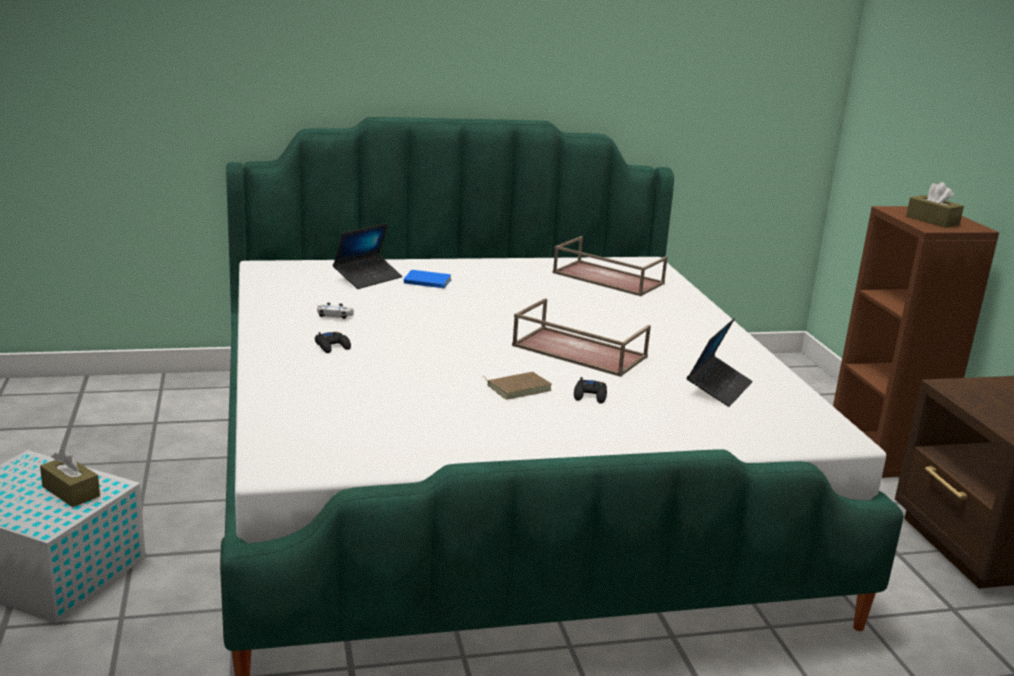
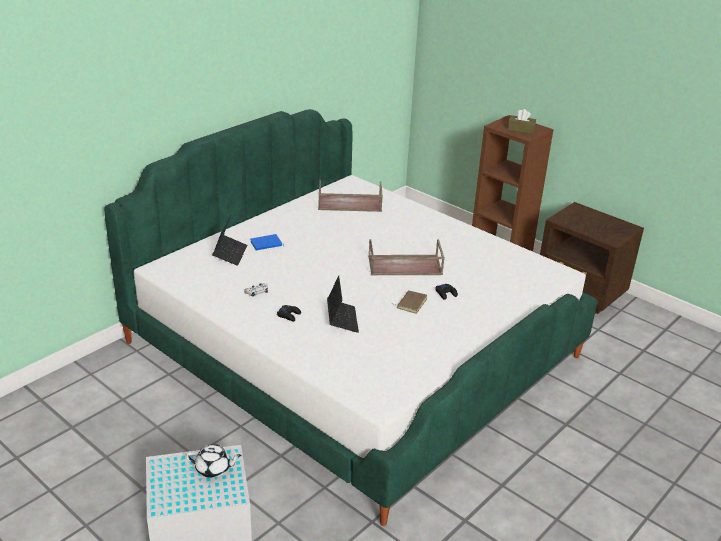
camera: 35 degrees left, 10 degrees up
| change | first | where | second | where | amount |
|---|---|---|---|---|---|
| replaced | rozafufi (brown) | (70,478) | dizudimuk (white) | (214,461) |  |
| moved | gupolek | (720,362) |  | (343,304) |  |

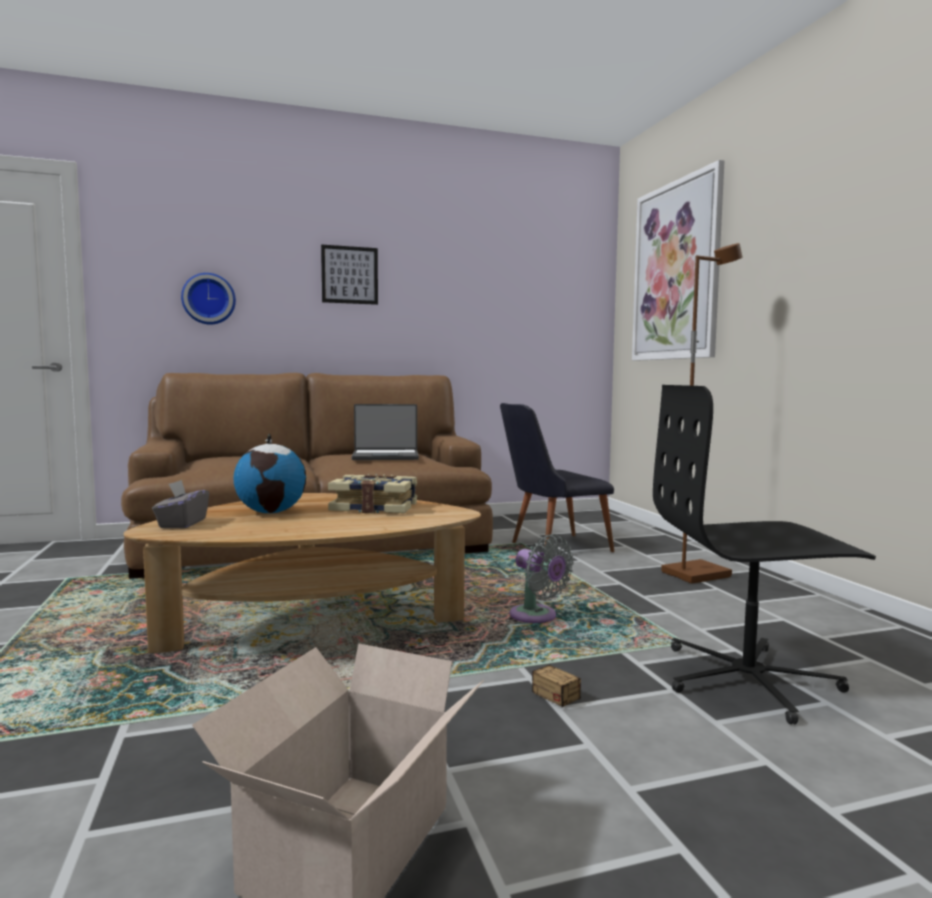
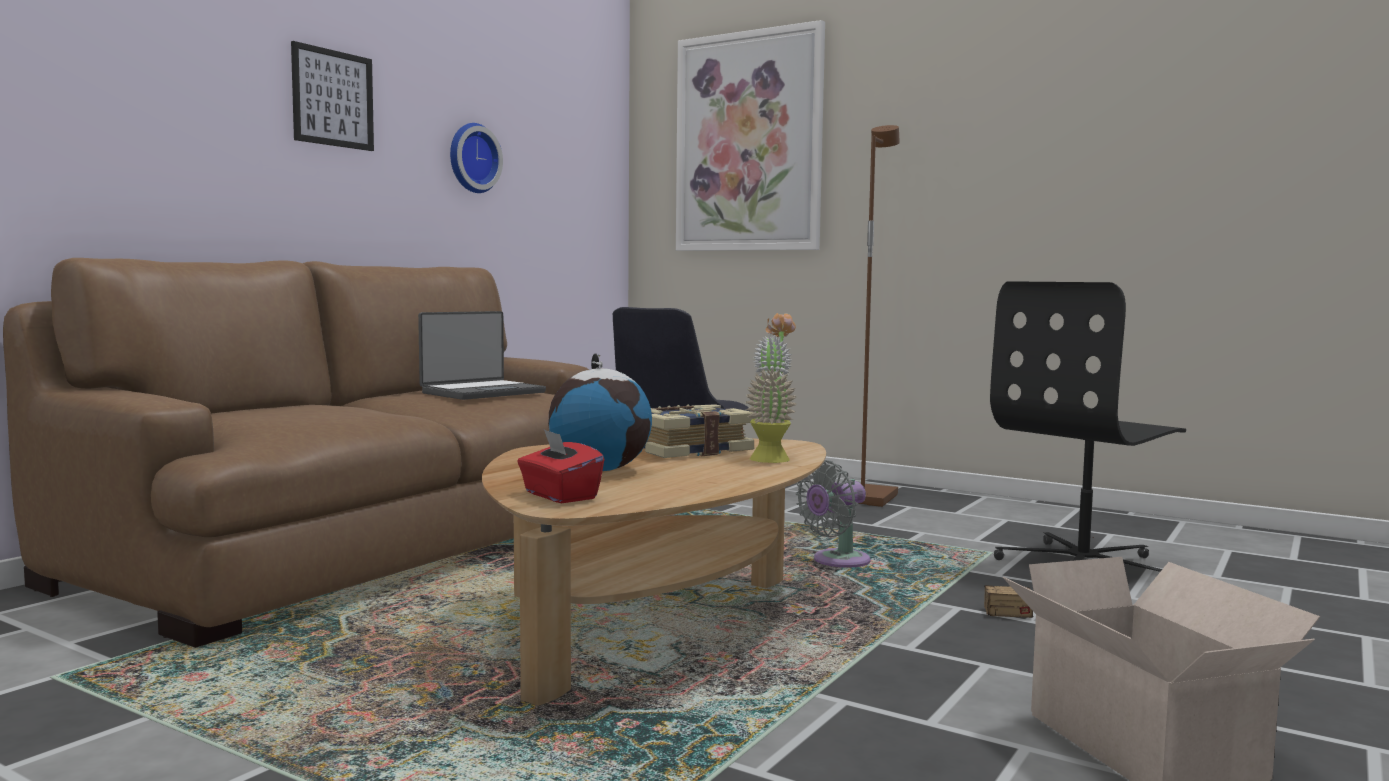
camera: 40 degrees left, 0 degrees up
| change | first | where | second | where | amount |
|---|---|---|---|---|---|
| moved | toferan | (208,299) |  | (476,158) |  |
| recoloured | rozafufi (grey) | (180,504) | rozafufi (red) | (560,466) |  |
| added |  |  | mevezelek | (771,388) |  |
| turned | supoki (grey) | (542,578) |  | (833,513) | 135 degrees clockwise |

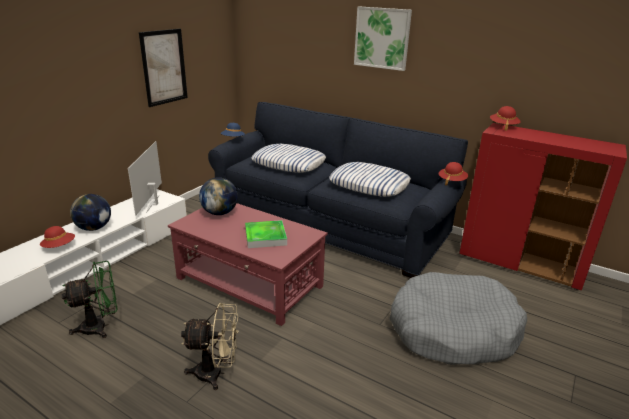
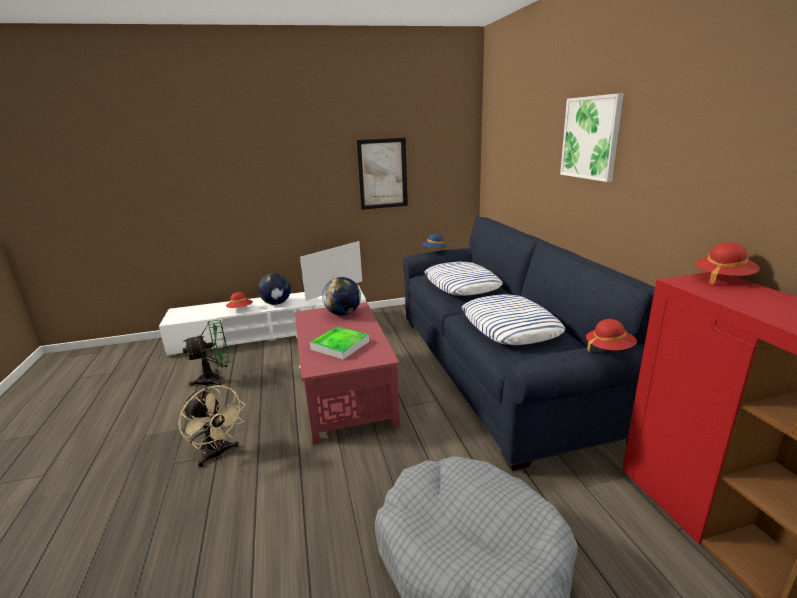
camera: 45 degrees right, 5 degrees down
| change | first | where | second | where | amount |
|---|---|---|---|---|---|
| turned | supoki (green) | (89,299) |  | (206,353) | 45 degrees counterclockwise |

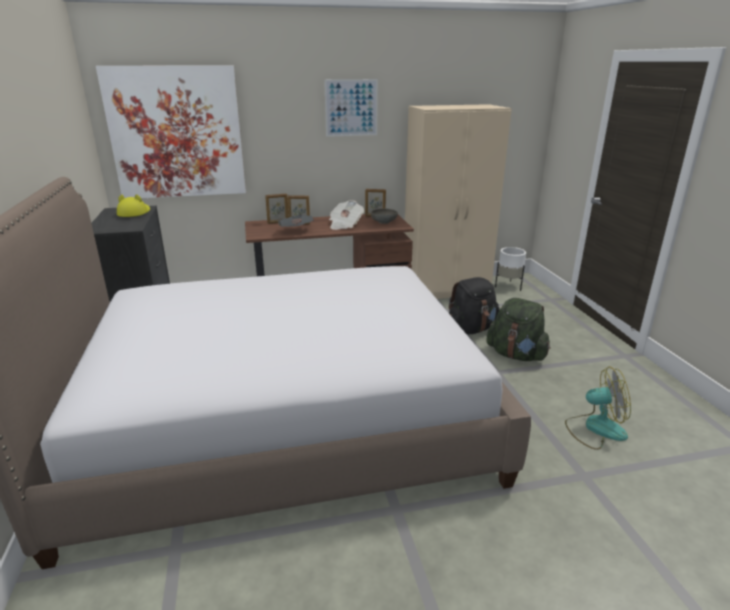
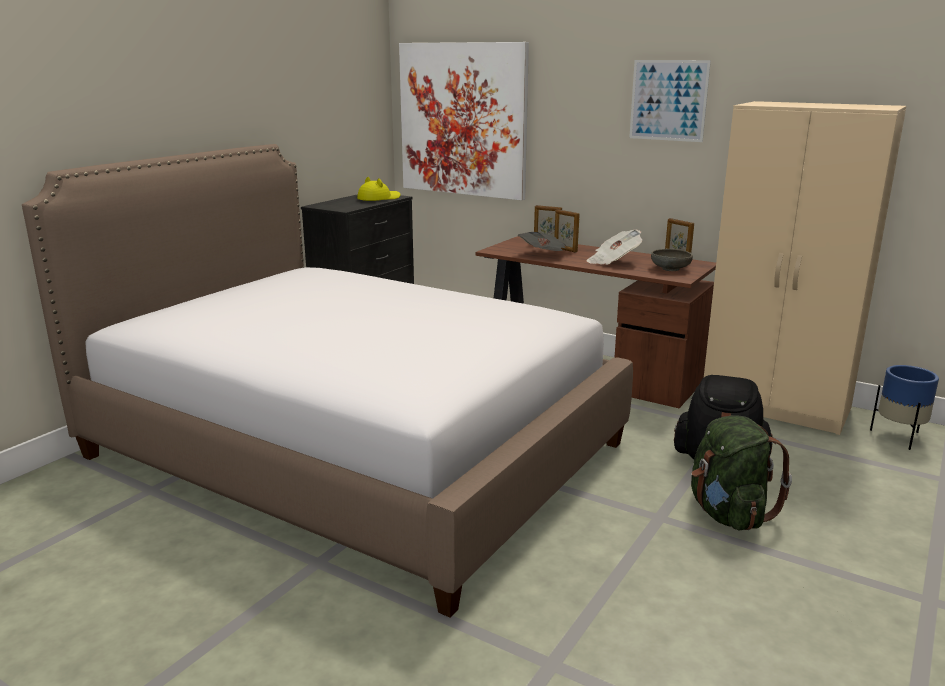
camera: 45 degrees right, 5 degrees down
| change | first | where | second | where | amount |
|---|---|---|---|---|---|
| recoloured | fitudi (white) | (510,269) | fitudi (blue) | (904,407) |  |
| removed | supoki | (598,408) |  |  |  |

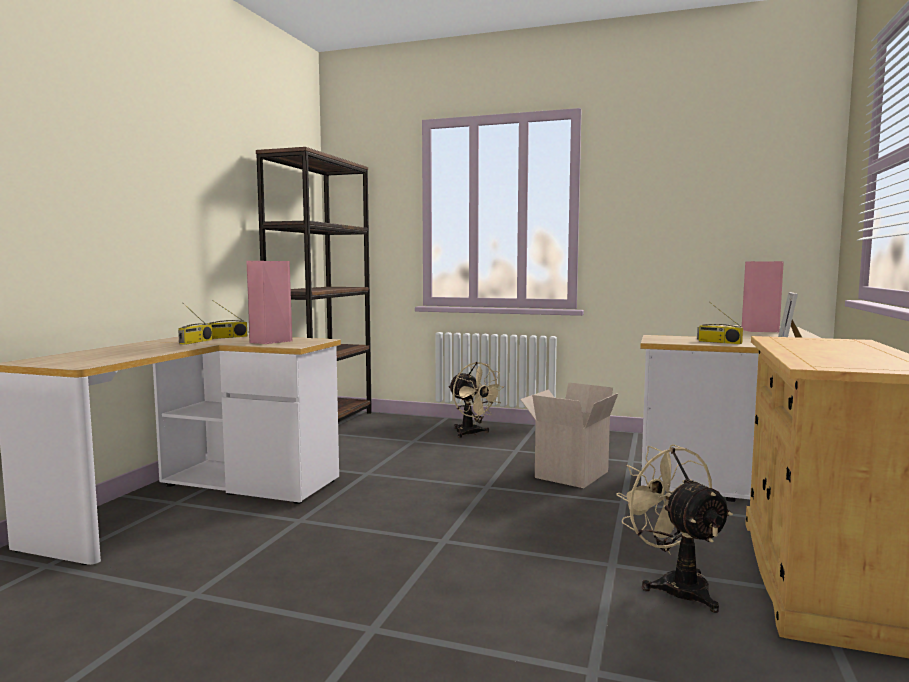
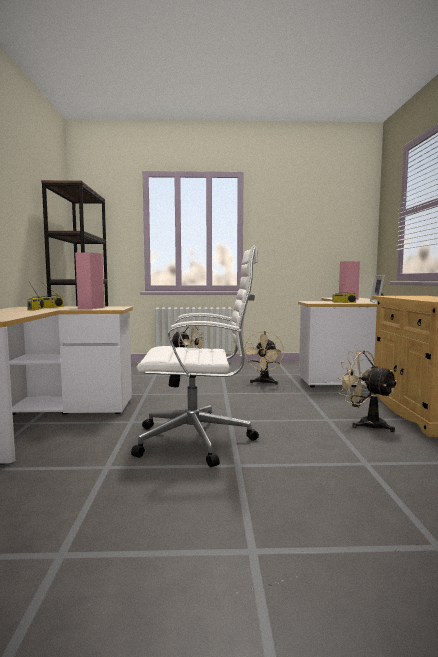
camera: 20 degrees left, 0 degrees up
| change | first | where | second | where | amount |
|---|---|---|---|---|---|
| added |  |  | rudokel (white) | (195,356) |  |
| replaced | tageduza | (569,435) | supoki (beige) | (264,358) |  |

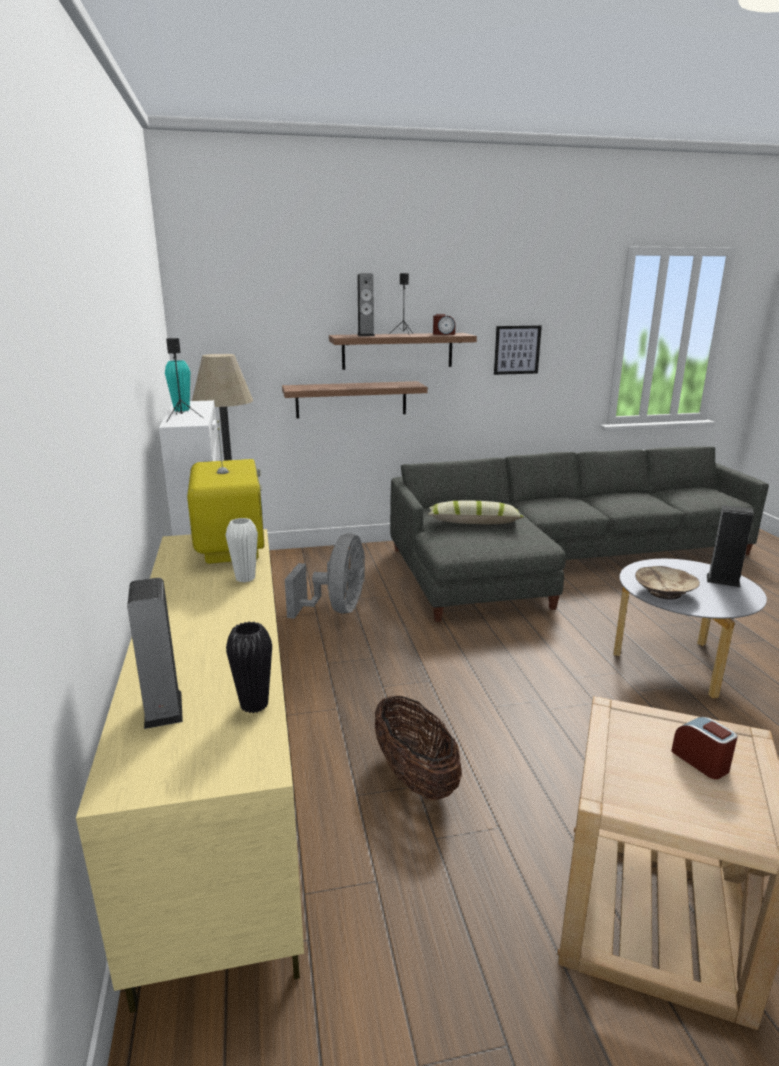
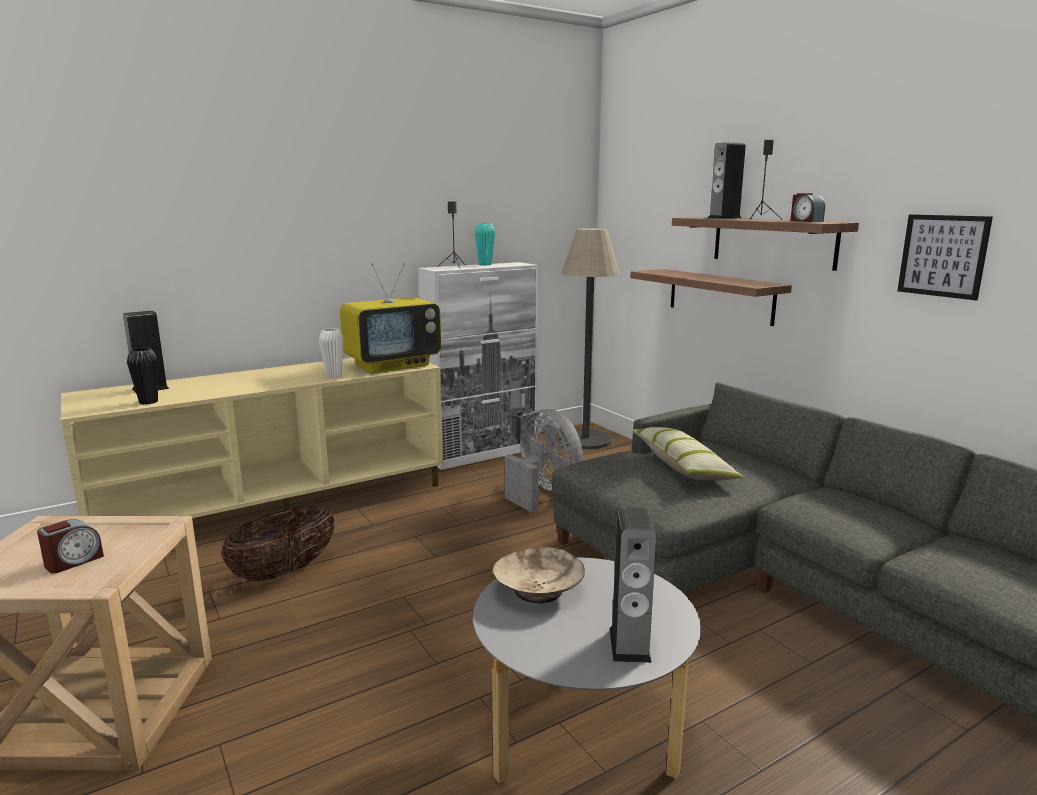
camera: 70 degrees right, 5 degrees down
| change | first | where | second | where | amount |
|---|---|---|---|---|---|
| turned | supoki (grey) | (325,576) |  | (544,461) | 120 degrees counterclockwise |

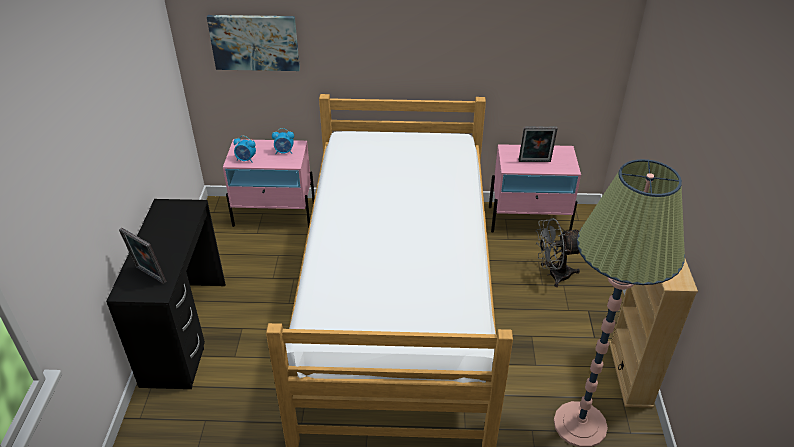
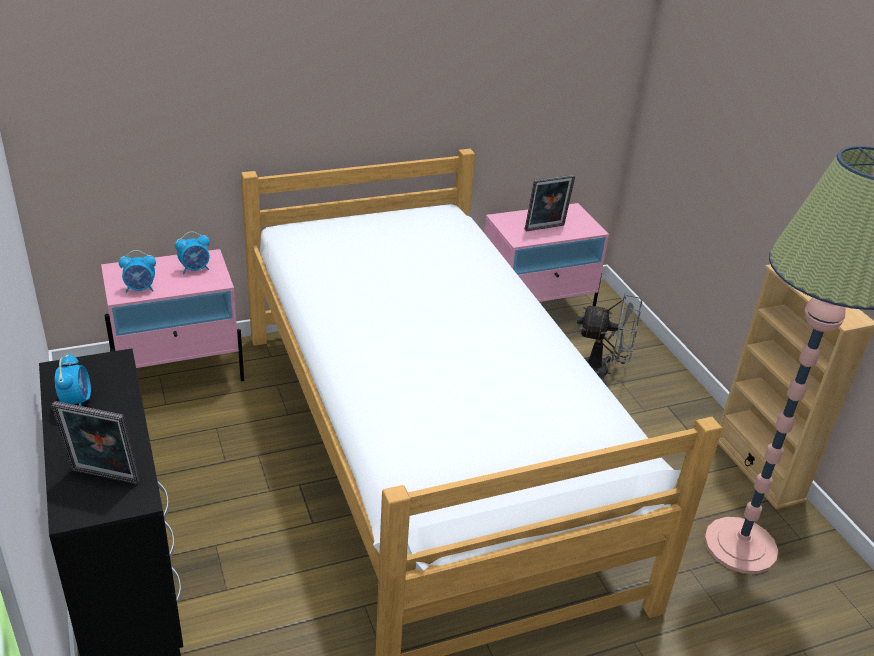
camera: 25 degrees left, 5 degrees down
| change | first | where | second | where | amount |
|---|---|---|---|---|---|
| added |  |  | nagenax | (73,379) |  |
| turned | supoki (grey) | (558,252) |  | (609,339) | 135 degrees counterclockwise |
| removed | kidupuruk | (253,43) |  |  |  |

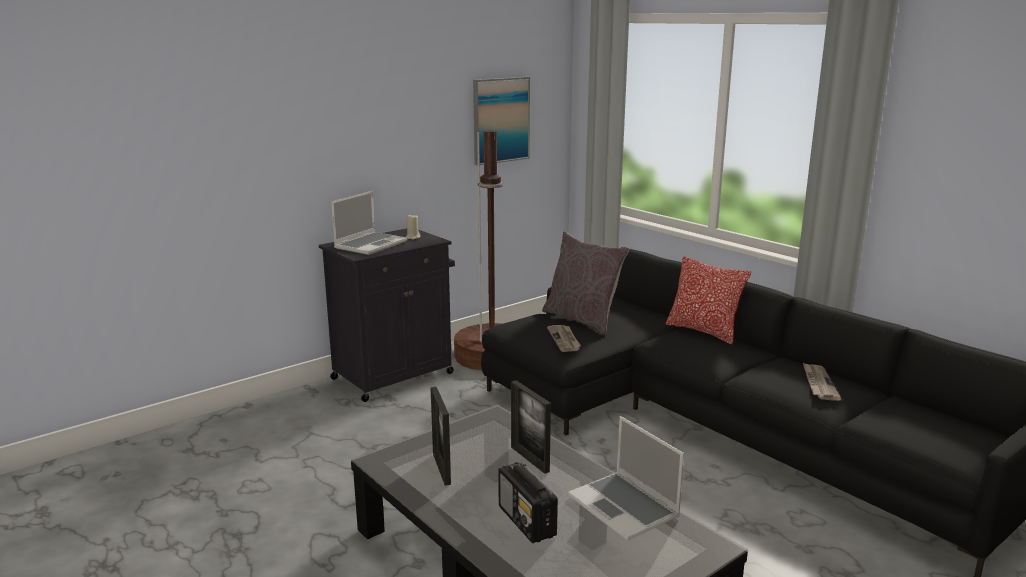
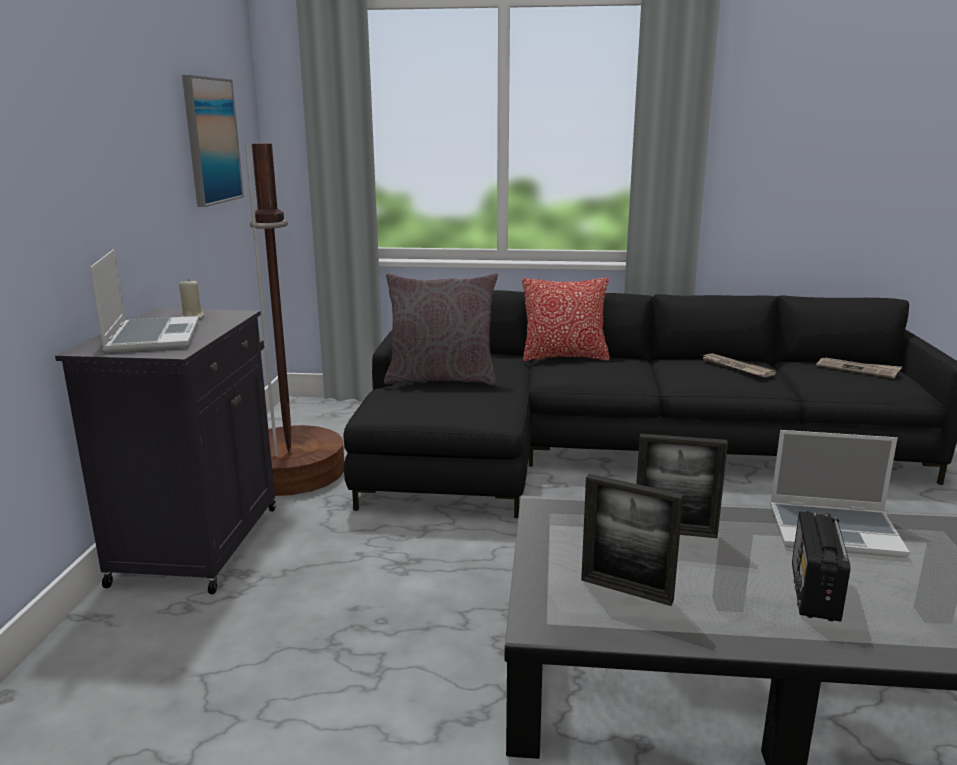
camera: 45 degrees left, 0 degrees up
| change | first | where | second | where | amount |
|---|---|---|---|---|---|
| turned | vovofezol | (528,502) |  | (821,566) | 90 degrees clockwise |
| moved | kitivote | (564,338) |  | (859,367) |  |

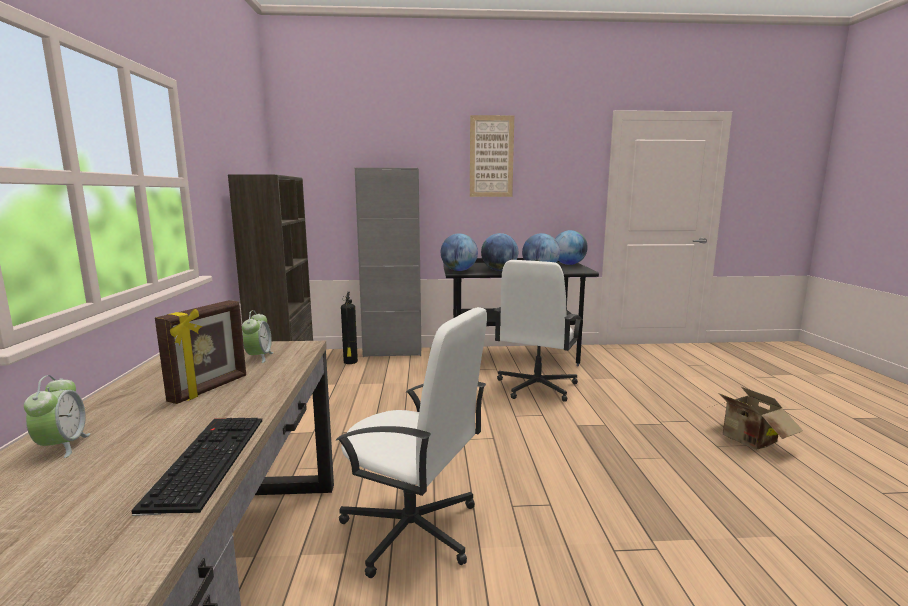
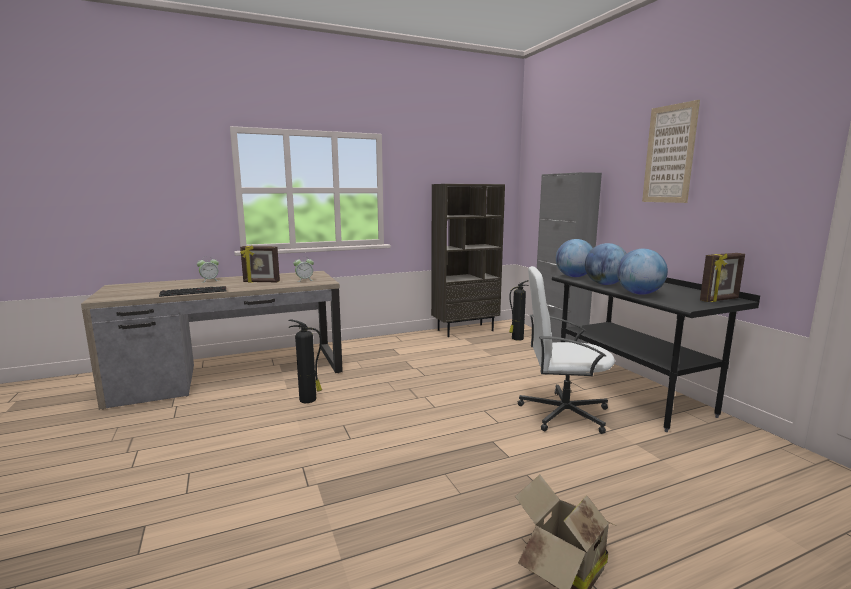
camera: 70 degrees right, 0 degrees up
| change | first | where | second | where | amount |
|---|---|---|---|---|---|
| replaced | rudokel (white) | (411,442) | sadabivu | (305,361) |  |
| replaced | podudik | (571,247) | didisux | (722,277) |  |

